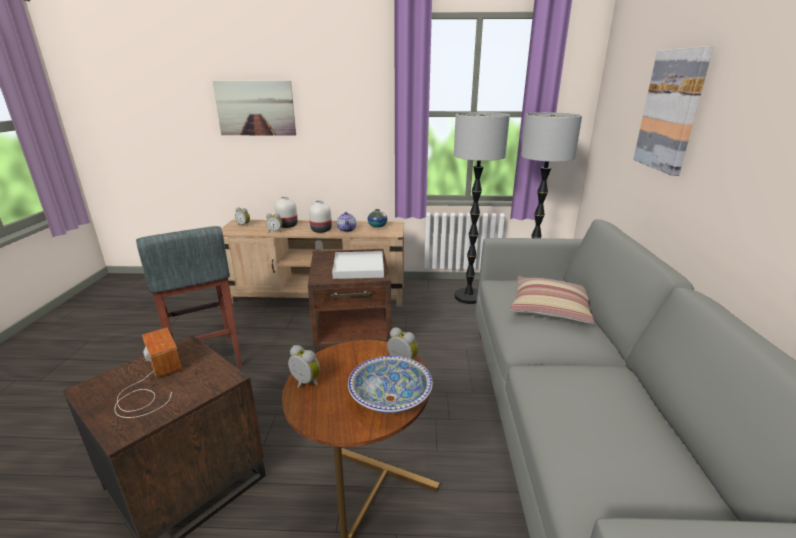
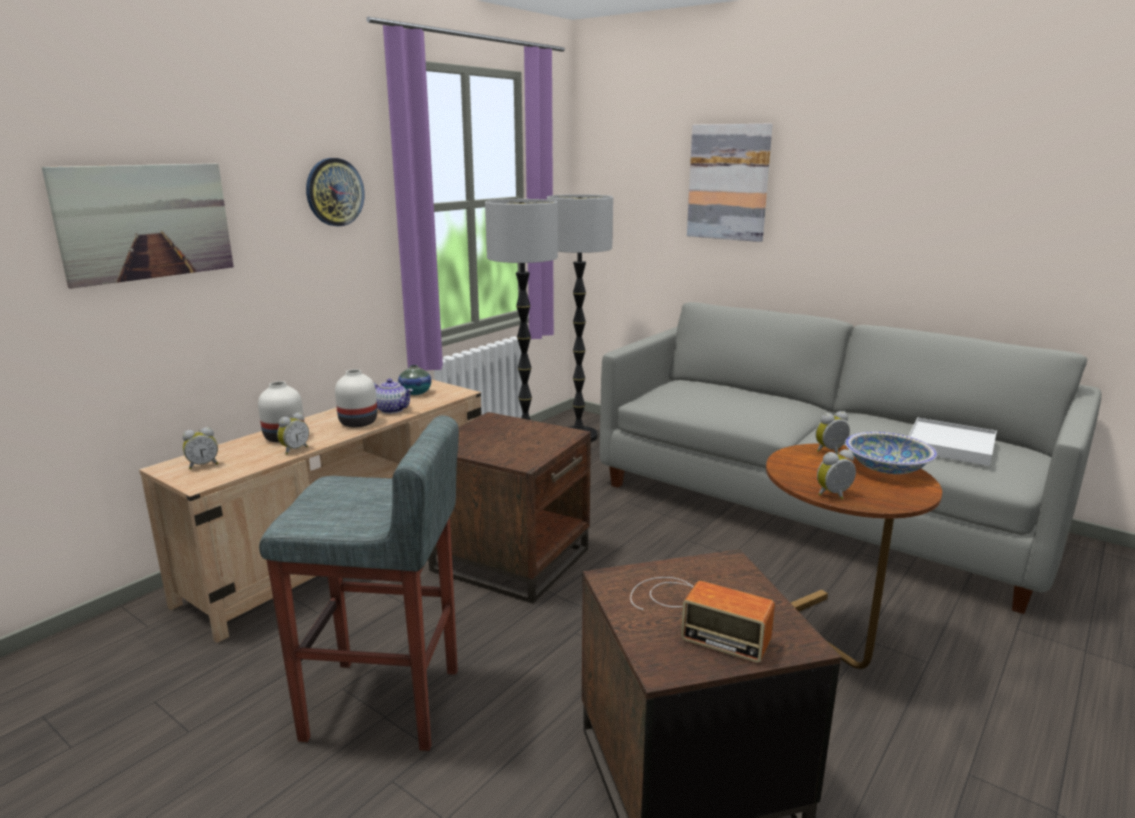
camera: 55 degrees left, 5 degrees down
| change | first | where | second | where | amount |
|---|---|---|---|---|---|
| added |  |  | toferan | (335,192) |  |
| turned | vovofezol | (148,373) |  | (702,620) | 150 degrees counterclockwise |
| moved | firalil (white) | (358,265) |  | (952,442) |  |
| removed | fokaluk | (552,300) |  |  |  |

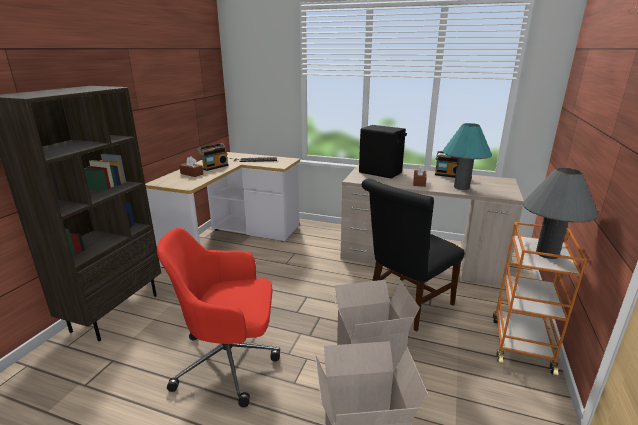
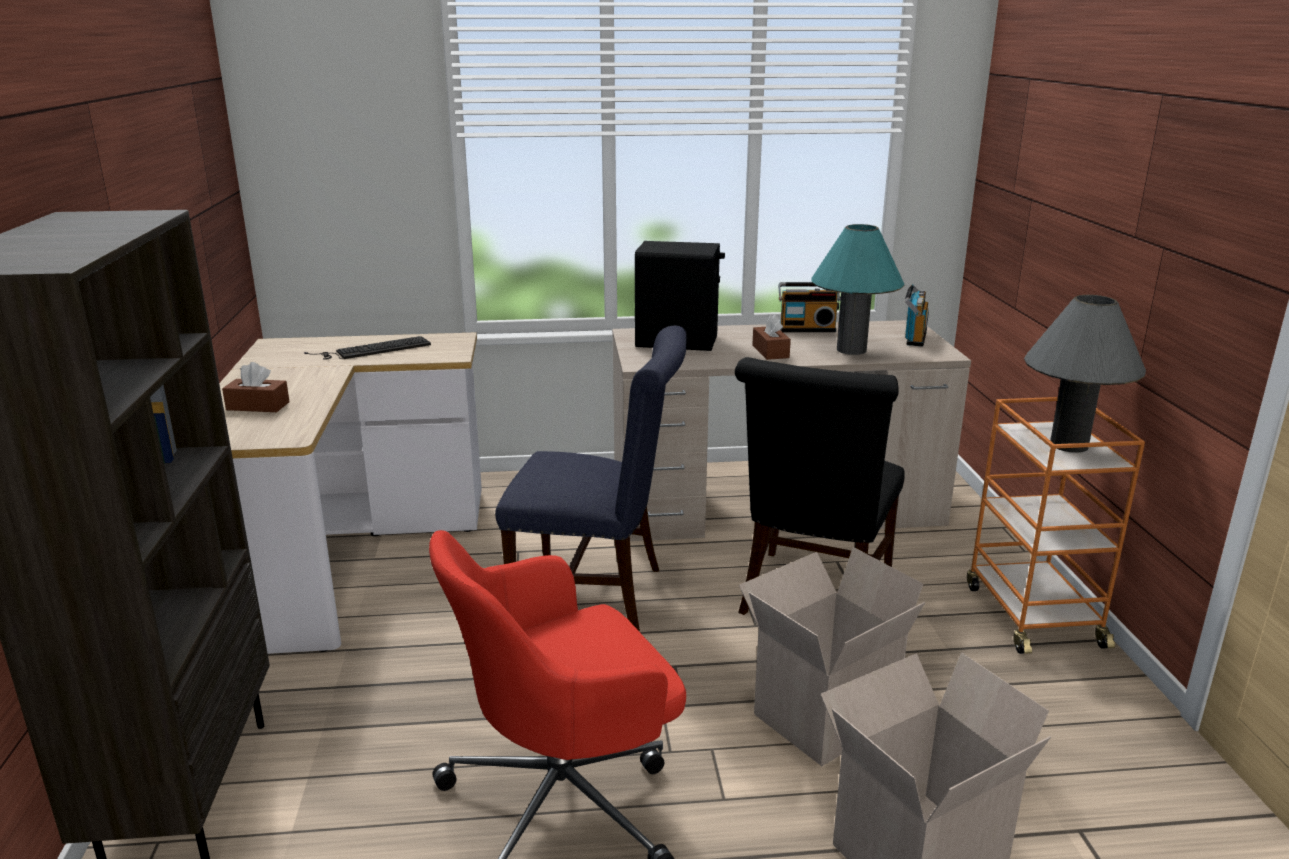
camera: 25 degrees left, 0 degrees up
| change | first | where | second | where | amount |
|---|---|---|---|---|---|
| added |  |  | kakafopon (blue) | (591,479) |  |
| moved | vovofezol | (213,157) |  | (917,315) |  |

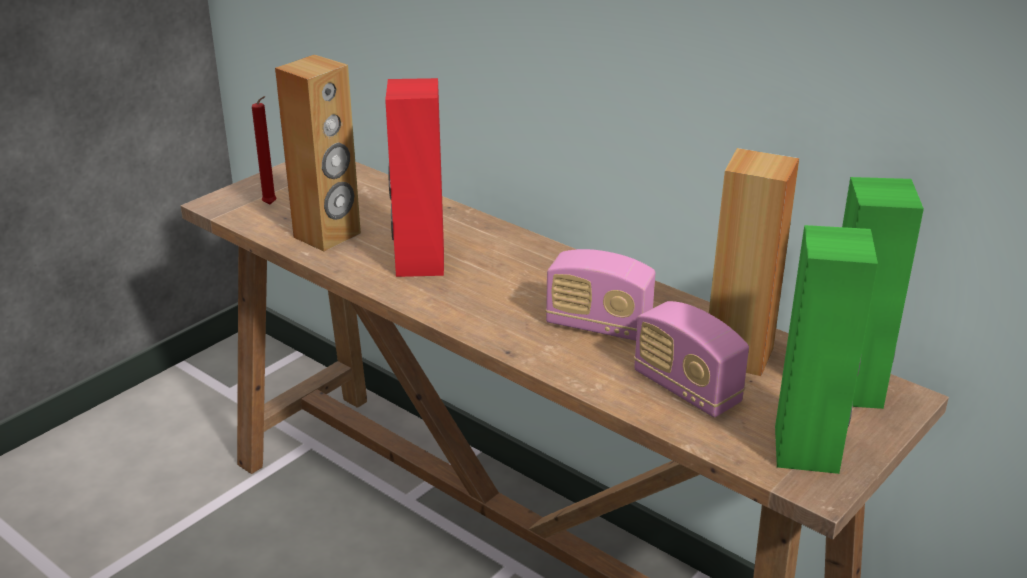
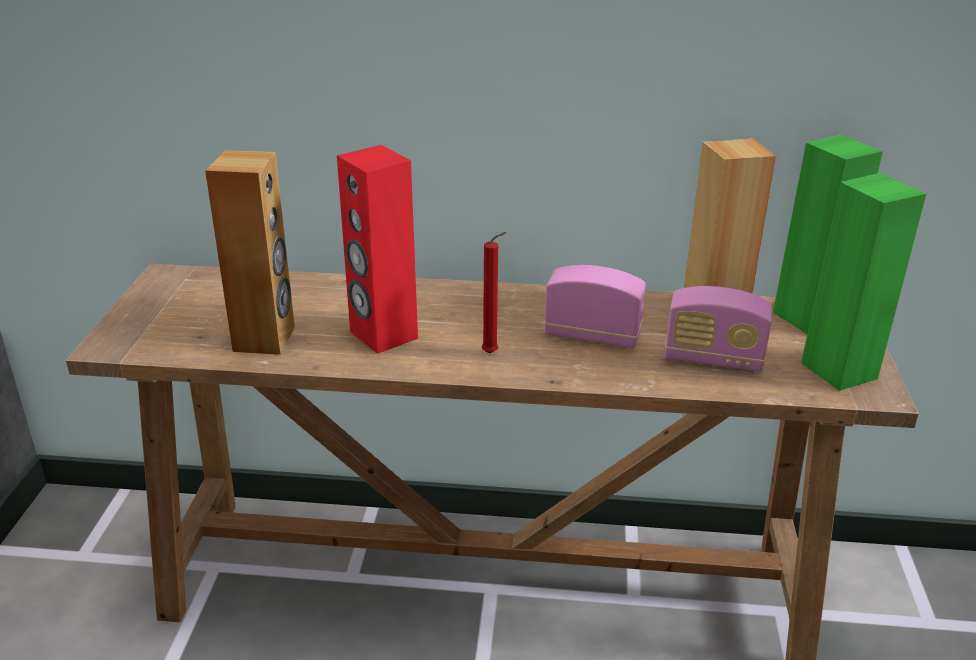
camera: 35 degrees left, 0 degrees up
| change | first | where | second | where | amount |
|---|---|---|---|---|---|
| moved | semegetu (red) | (264,150) |  | (494,292) |  |
| turned | vovofezol | (600,295) |  | (595,306) | 150 degrees counterclockwise |

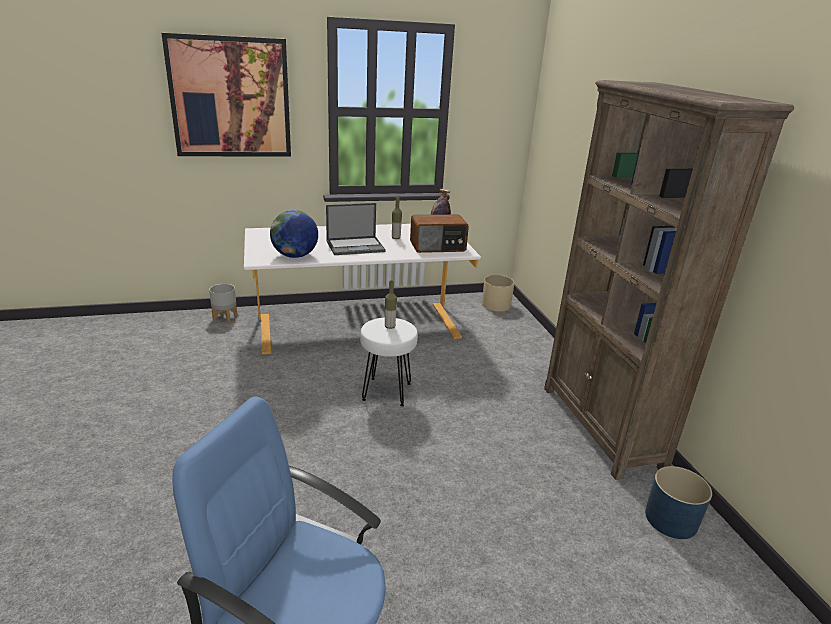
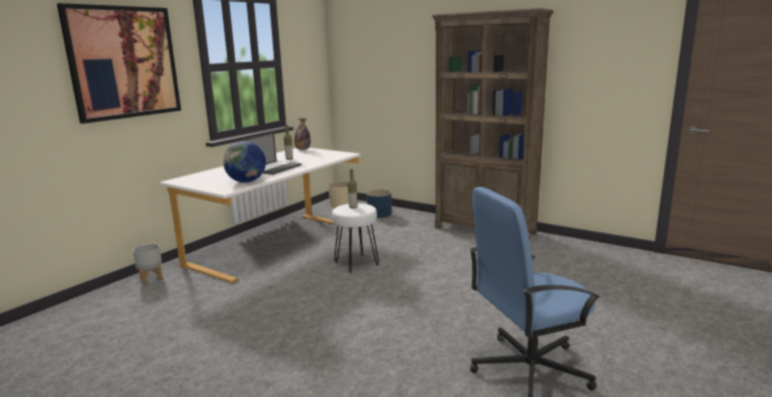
camera: 40 degrees left, 10 degrees down
| change | first | where | second | where | amount |
|---|---|---|---|---|---|
| moved | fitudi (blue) | (678,502) |  | (379,204) |  |
| removed | vovofezol | (439,233) |  |  |  |

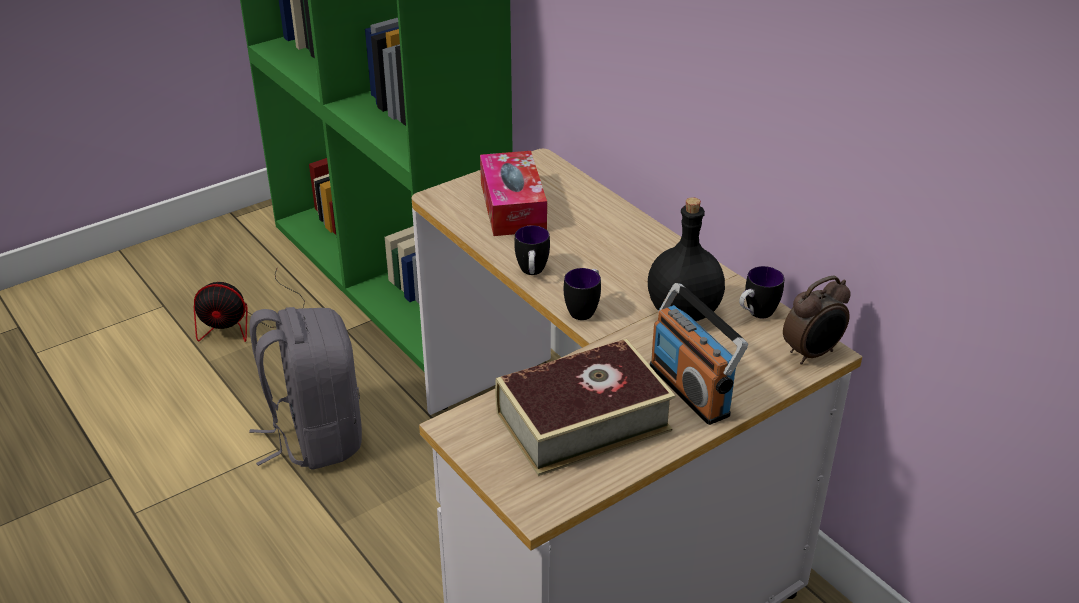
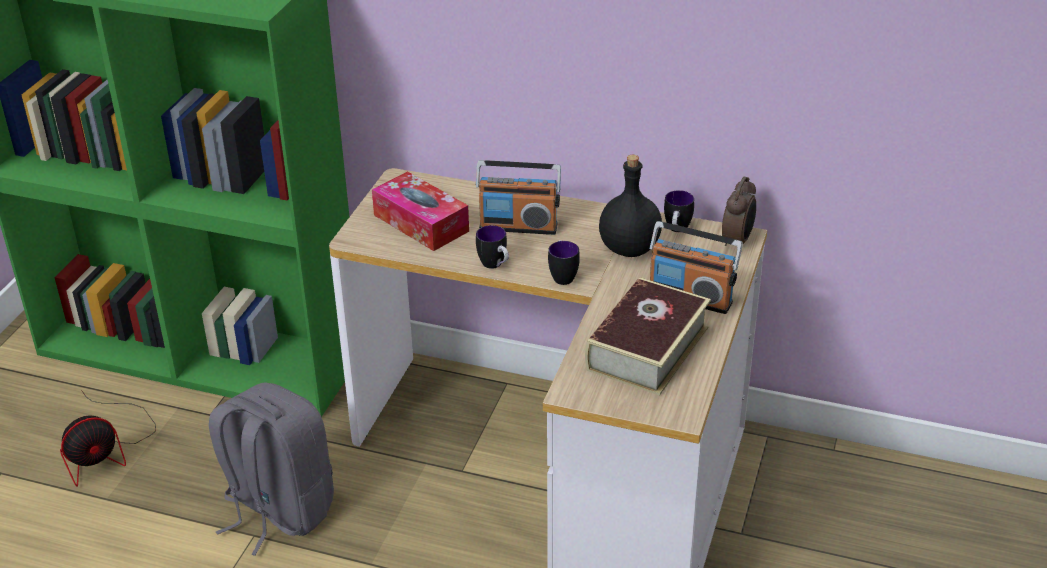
camera: 35 degrees left, 0 degrees up
| change | first | where | second | where | amount |
|---|---|---|---|---|---|
| added |  |  | vovofezol | (518,197) |  |

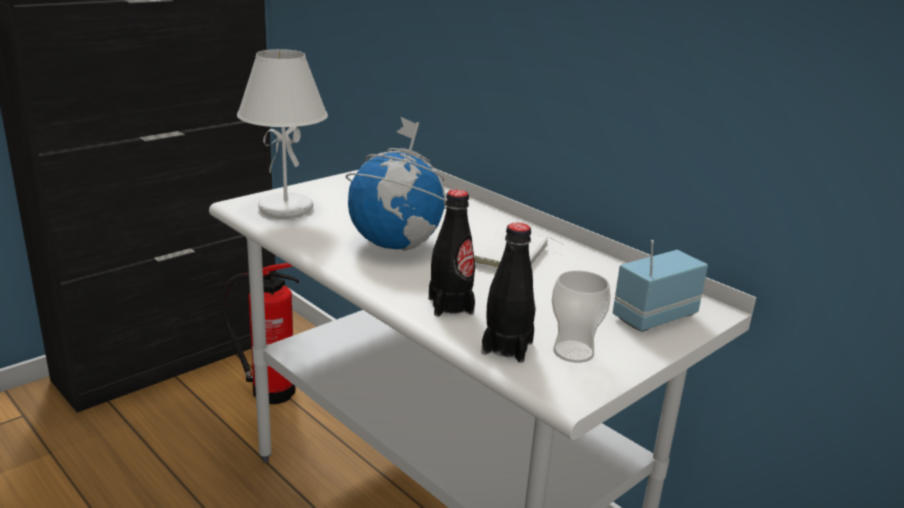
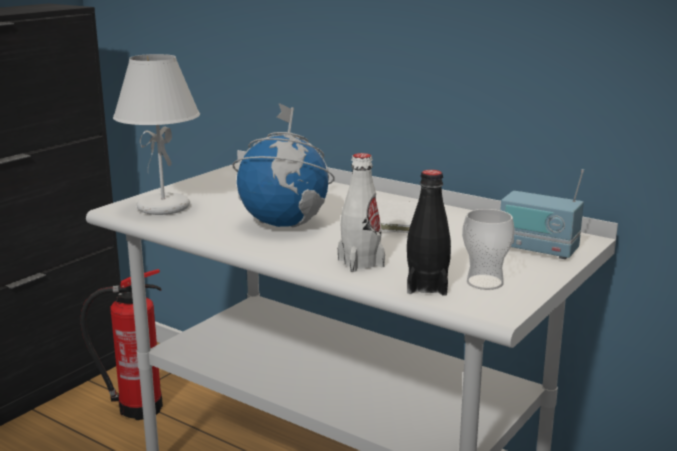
camera: 10 degrees left, 5 degrees down
| change | first | where | second | where | amount |
|---|---|---|---|---|---|
| recoloured | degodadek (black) | (452,253) | degodadek (white) | (361,212) |  |
| turned | vovofezol | (660,286) |  | (542,214) | 105 degrees counterclockwise |

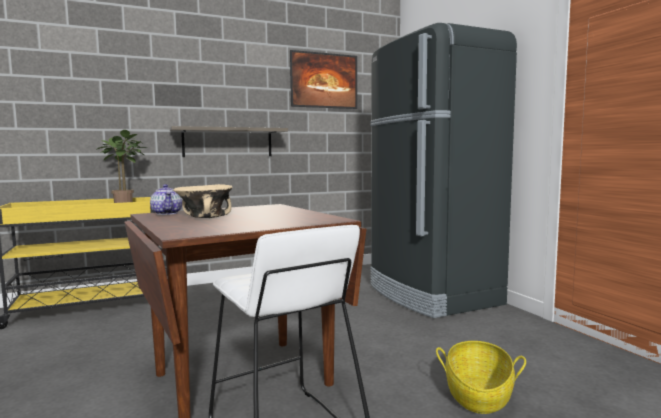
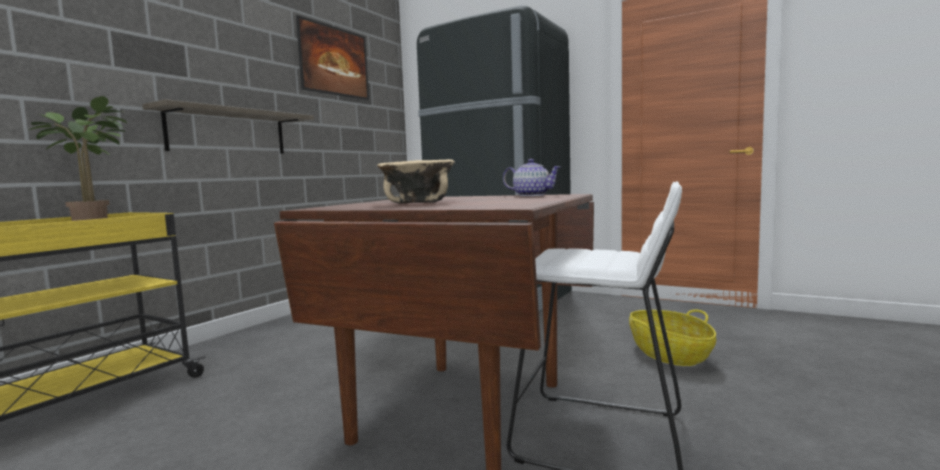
camera: 35 degrees left, 0 degrees up
| change | first | where | second | where | amount |
|---|---|---|---|---|---|
| moved | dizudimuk | (166,199) |  | (532,177) |  |

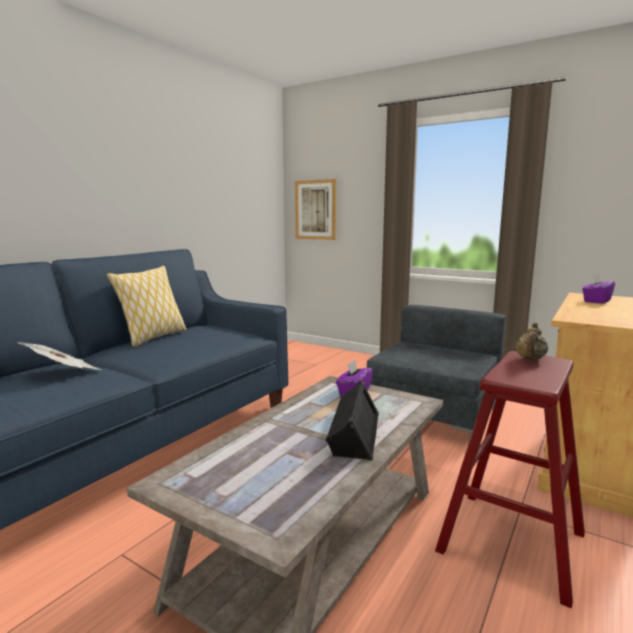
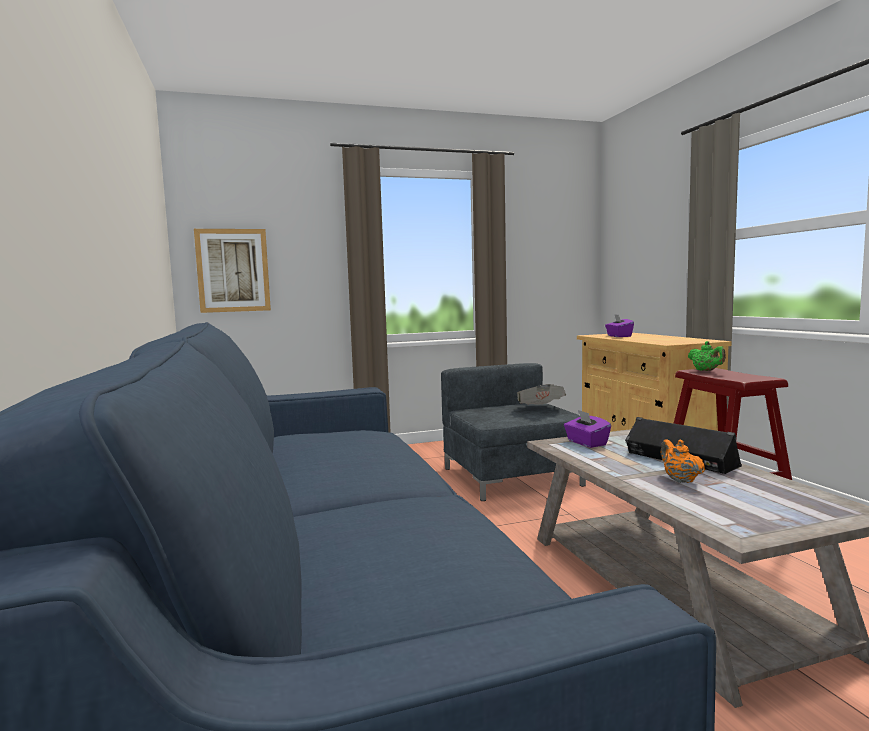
camera: 50 degrees left, 5 degrees down
| change | first | where | second | where | amount |
|---|---|---|---|---|---|
| moved | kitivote | (59,356) |  | (541,394) |  |
| added |  |  | dizudimuk (orange) | (683,461) |  |
| recoloured | dizudimuk (beige) | (532,341) | dizudimuk (green) | (707,356) |  |
| removed | fokaluk | (147,306) |  |  |  |

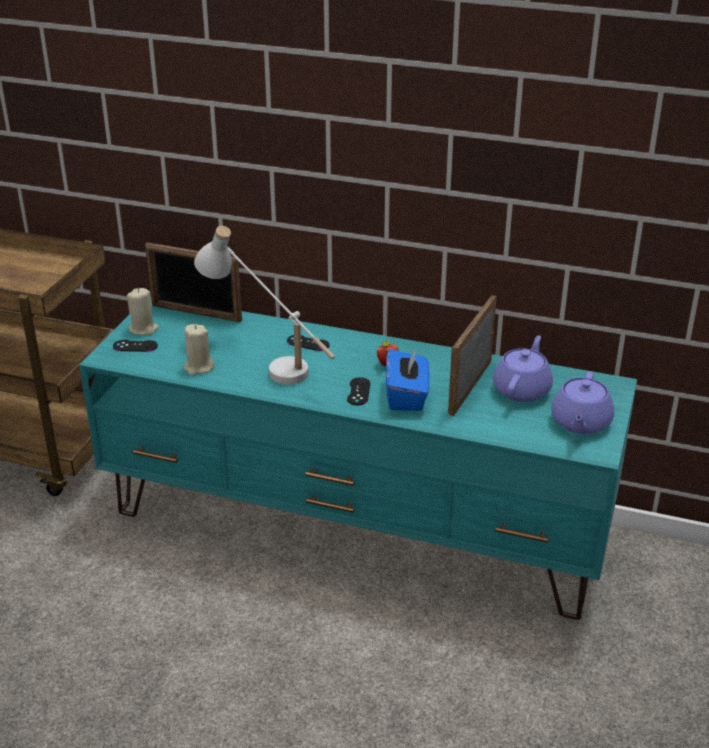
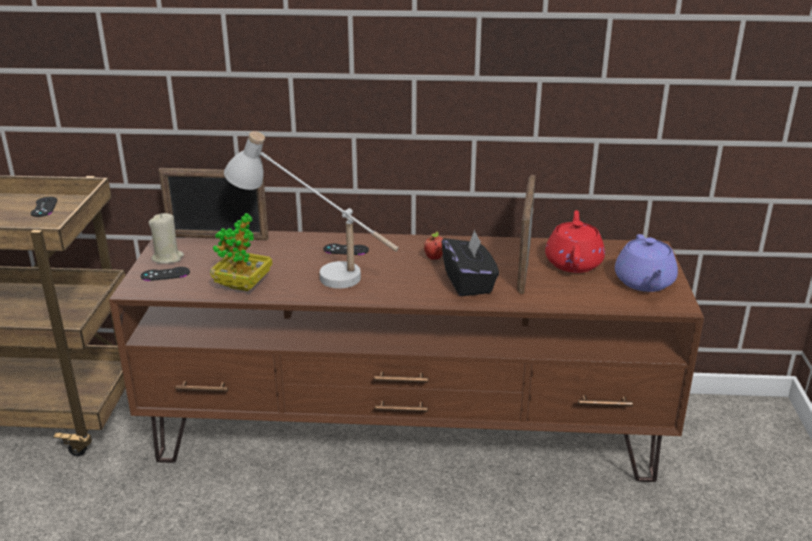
camera: 15 degrees left, 5 degrees down
| change | first | where | second | where | amount |
|---|---|---|---|---|---|
| moved | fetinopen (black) | (358,391) |  | (44,207) |  |
| recoloured | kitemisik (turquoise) | (358,457) | kitemisik (brown) | (406,356) |  |
| replaced | semegetu (beige) | (199,349) | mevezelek | (241,252) |  |
| recoloured | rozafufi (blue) | (408,379) | rozafufi (black) | (470,263) |  |
| recoloured | dizudimuk (purple) | (523,368) | dizudimuk (red) | (575,241) |  |

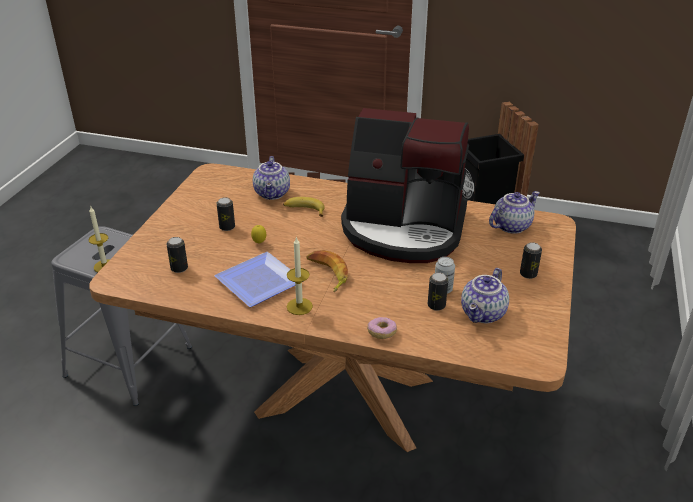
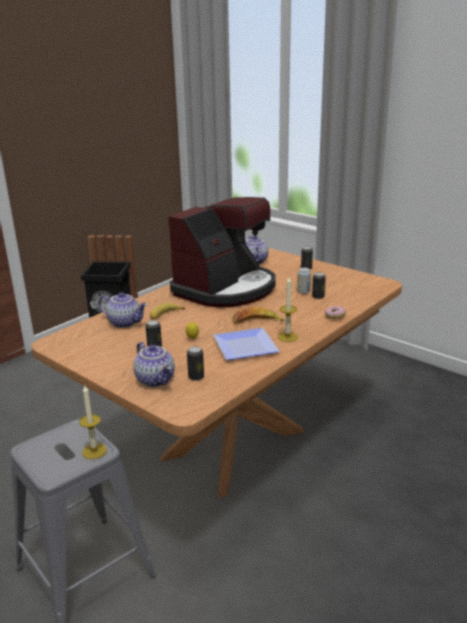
camera: 65 degrees left, 10 degrees down
| change | first | where | second | where | amount |
|---|---|---|---|---|---|
| moved | dizudimuk | (485,295) |  | (154,364) |  |

